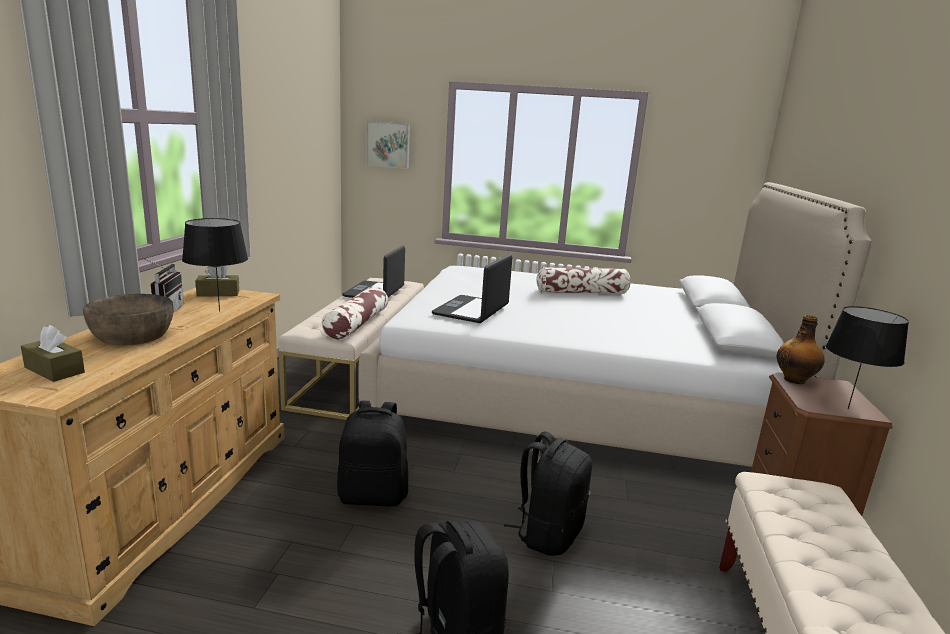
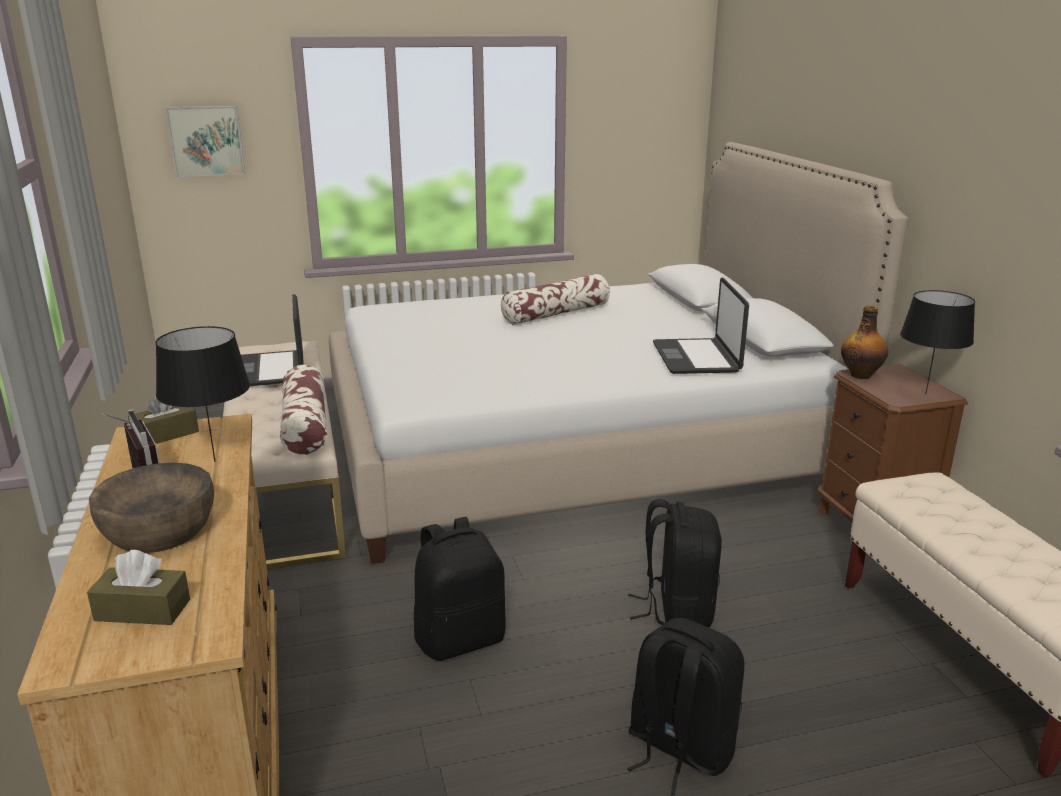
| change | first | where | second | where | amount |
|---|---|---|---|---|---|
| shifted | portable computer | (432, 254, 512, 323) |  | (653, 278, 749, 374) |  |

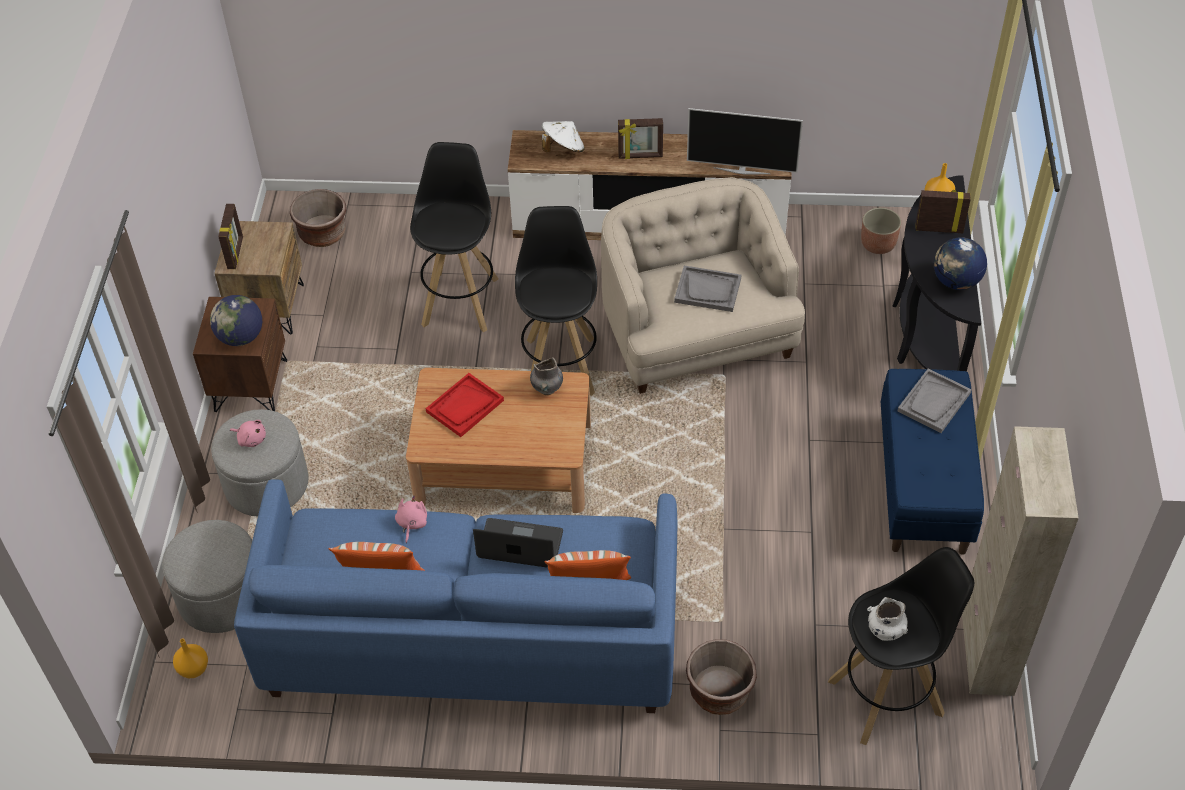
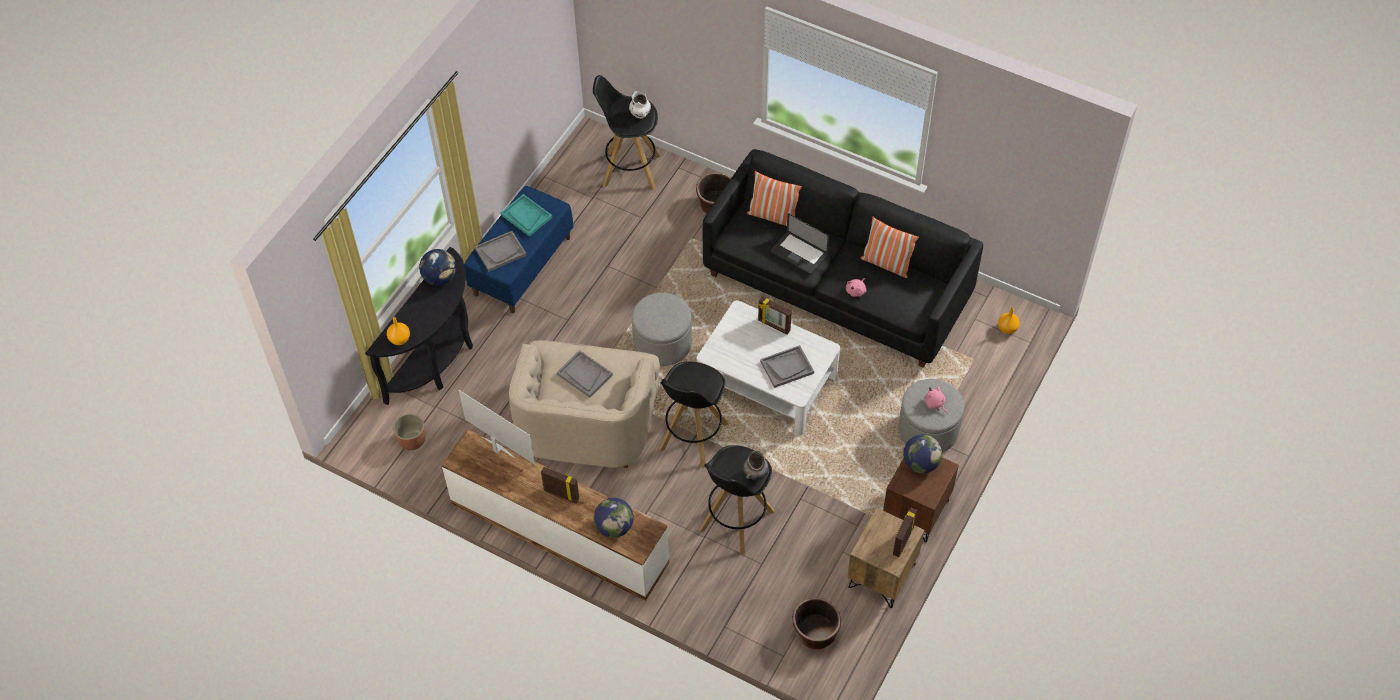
| change | first | where | second | where | amount |
|---|---|---|---|---|---|
| new |  |  | blue-green carrying tray | (500, 194, 553, 237) |  |
| swapped | whitish wearable hat | (542, 121, 585, 152) | globe | (594, 498, 634, 538) |  |
| shifted | greyish ottoman | (162, 520, 252, 633) |  | (632, 293, 692, 366) |  |
| repainted | brown coffee table | (406, 368, 591, 513) | whitish coffee table | (697, 300, 840, 435) |  |
| repainted | blue settee | (234, 479, 677, 713) | black settee | (703, 149, 983, 368) |  |
| shifted | greyish decorative vase | (530, 357, 563, 395) |  | (743, 450, 768, 480) |  |
| shifted | standing frame | (915, 190, 971, 233) |  | (758, 296, 792, 335) |  |
| repainted | red carrying tray | (426, 373, 504, 437) | greyish carrying tray | (760, 345, 814, 388) |  |
| gone | beige storage cabinet | (962, 426, 1079, 696) |  |  |  |

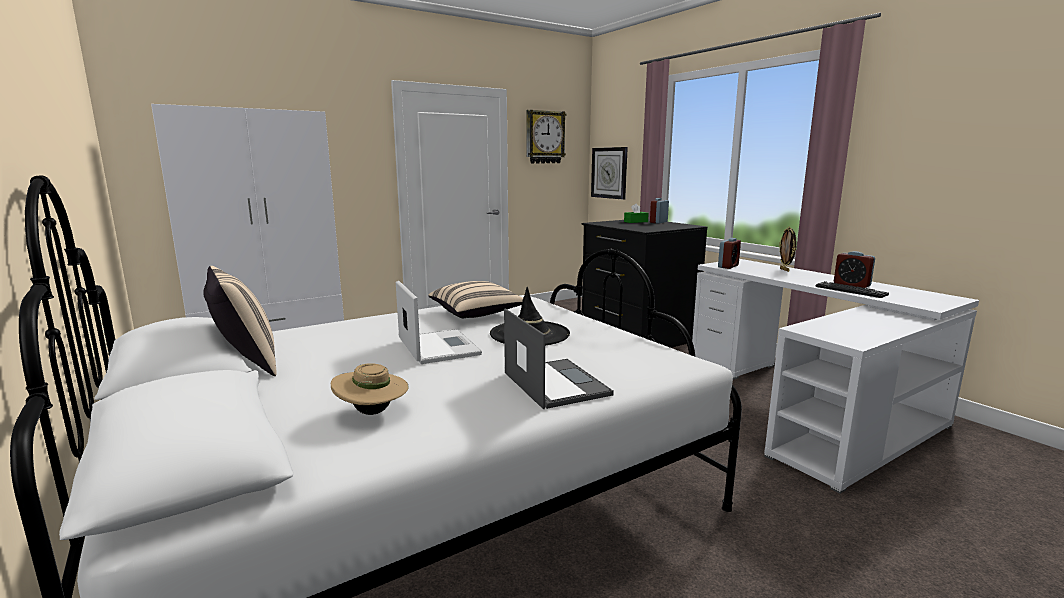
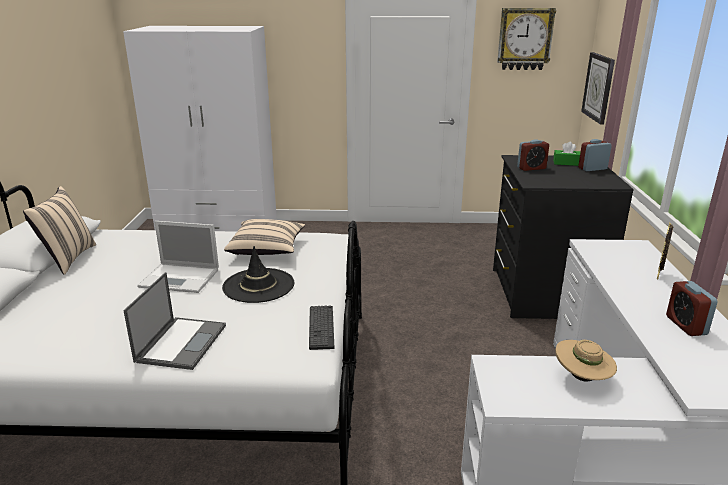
| change | first | where | second | where | amount |
|---|---|---|---|---|---|
| rotated | portable computer | (396, 281, 482, 364) |  | (137, 221, 219, 293) | 90 degrees clockwise |
| shifted | keyboard | (816, 281, 889, 298) |  | (309, 305, 334, 350) |  |
| shifted | bedside clock | (718, 238, 741, 269) |  | (517, 139, 549, 171) |  |
| shifted | beige wearable hat | (331, 363, 409, 415) |  | (555, 340, 617, 381) |  |

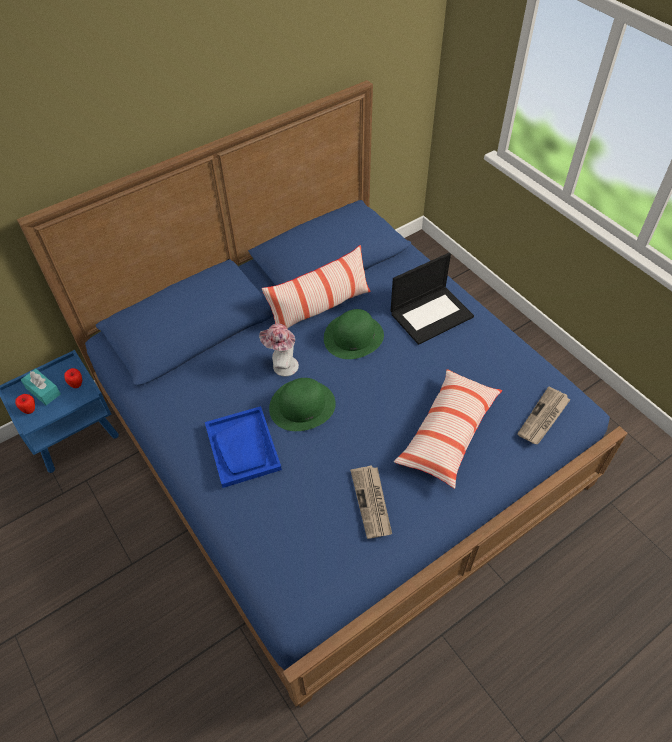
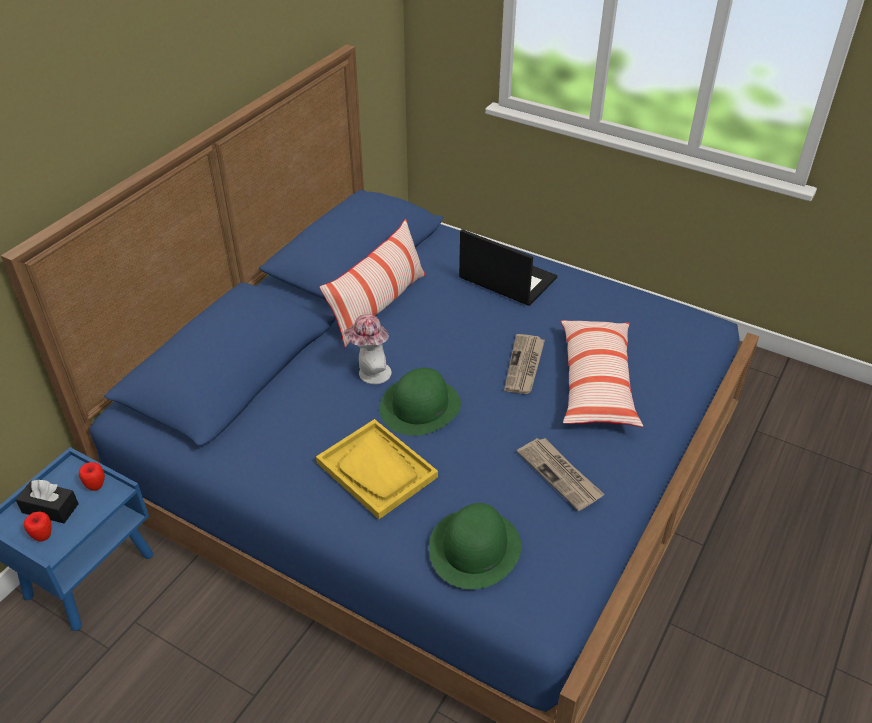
| change | first | where | second | where | amount |
|---|---|---|---|---|---|
| repainted | blue-green tissue box | (21, 369, 61, 405) | black tissue box | (16, 480, 79, 523) |  |
| repainted | blue carrying tray | (205, 406, 282, 488) | yellowish carrying tray | (316, 419, 438, 519) |  |
| shifted | green wearable hat | (324, 309, 384, 359) |  | (429, 503, 521, 589) |  |
| rotated | portable computer | (391, 253, 474, 345) |  | (459, 229, 557, 306) | 90 degrees counterclockwise |
| shifted | newspaper | (517, 386, 570, 444) |  | (504, 334, 545, 394) |  |

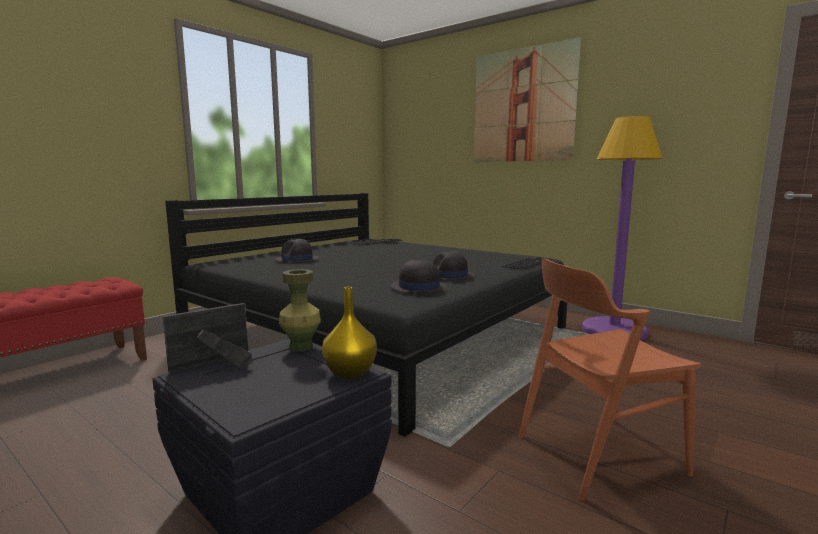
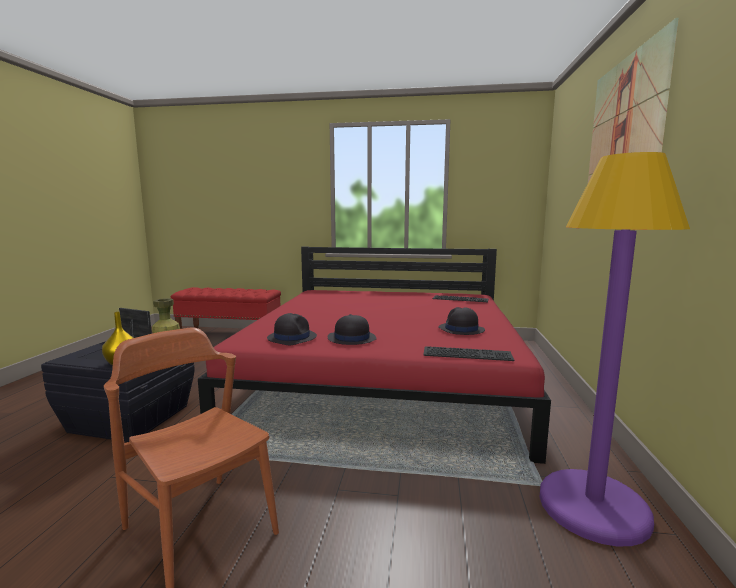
| change | first | where | second | where | amount |
|---|---|---|---|---|---|
| repainted | black bed | (165, 193, 567, 437) | red bed | (198, 246, 551, 464) |  |
| shifted | black wearable hat | (275, 239, 319, 262) |  | (438, 307, 485, 335) |  |

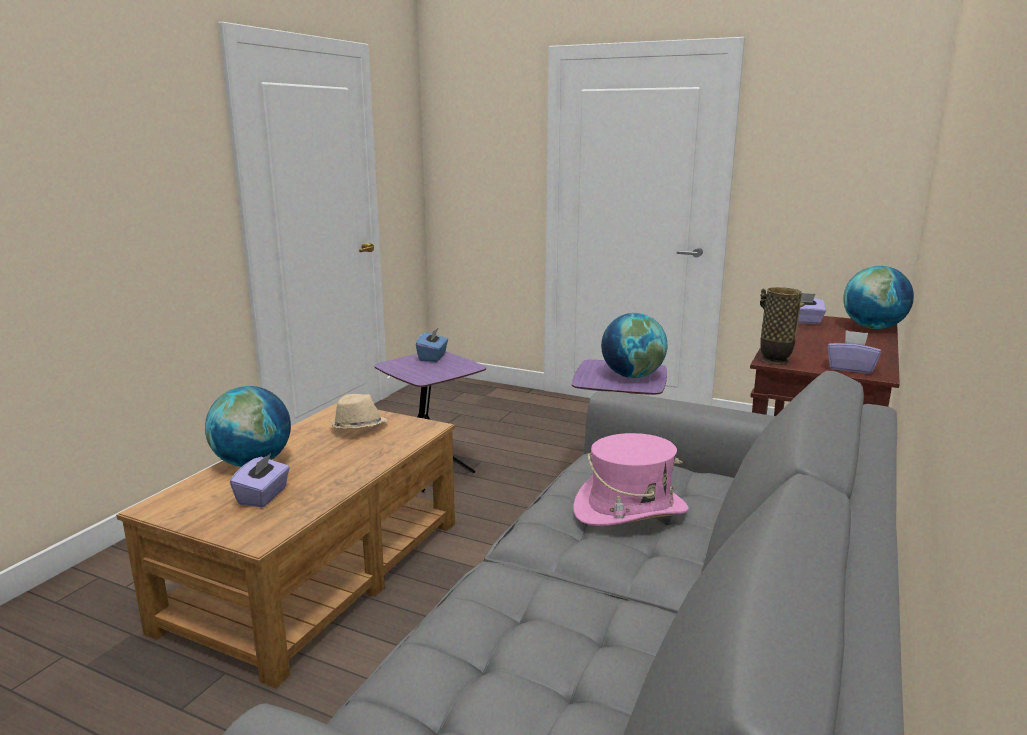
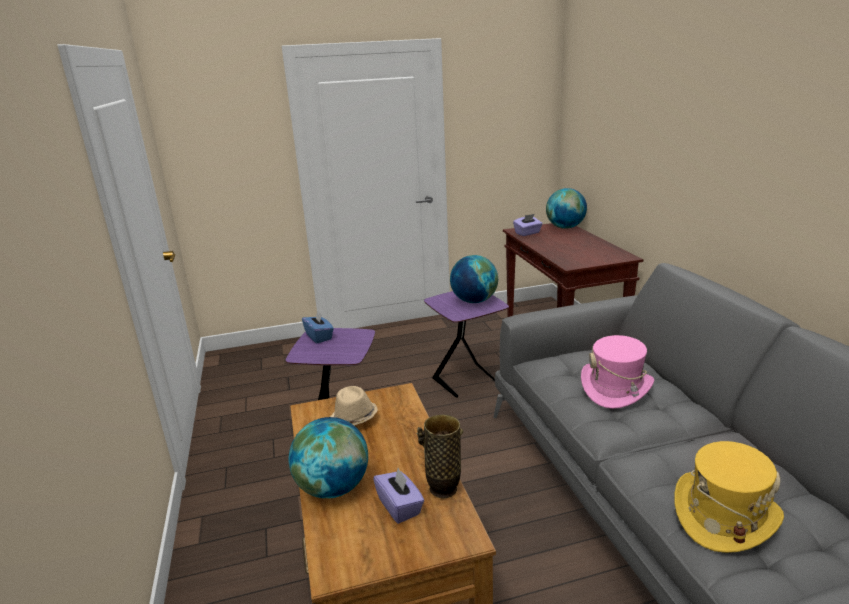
| change | first | where | second | where | amount |
|---|---|---|---|---|---|
| shifted | decorative vase | (760, 287, 805, 365) |  | (416, 414, 463, 498) |  |
| new |  |  | yellowish wearable hat | (674, 441, 784, 553) |  |
| gone | purple tissue box | (827, 330, 881, 374) |  |  |  |

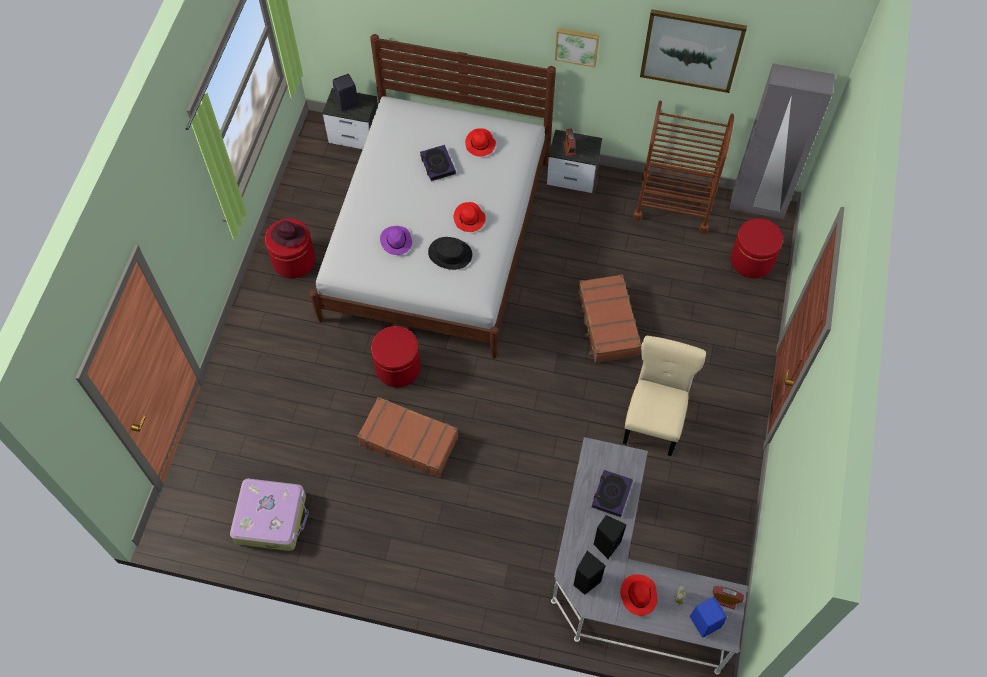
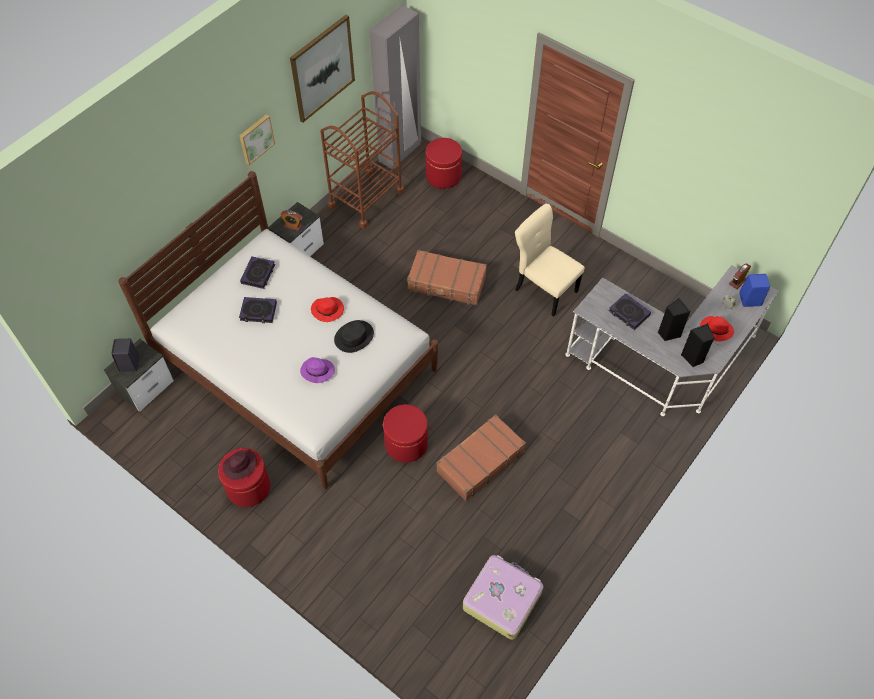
| change | first | where | second | where | amount |
|---|---|---|---|---|---|
| swapped | red wearable hat | (465, 128, 496, 157) | volume | (240, 256, 275, 289) |  |

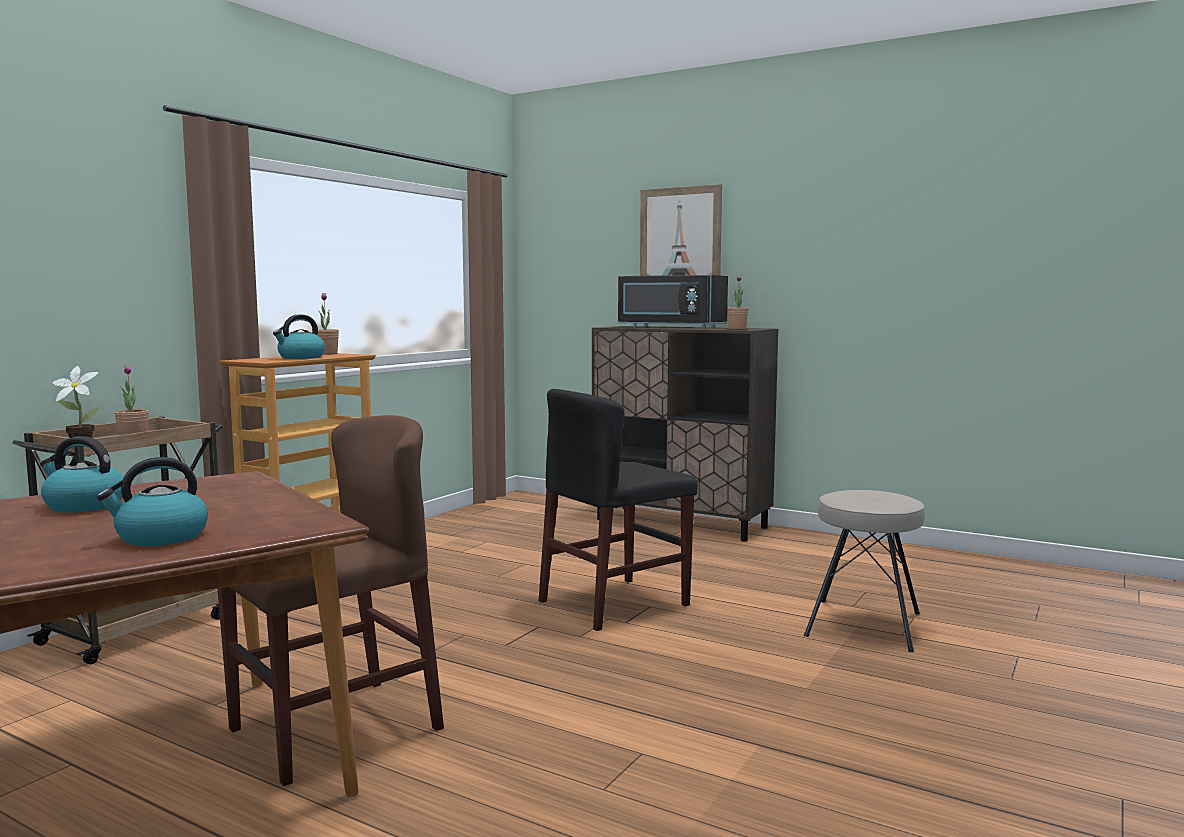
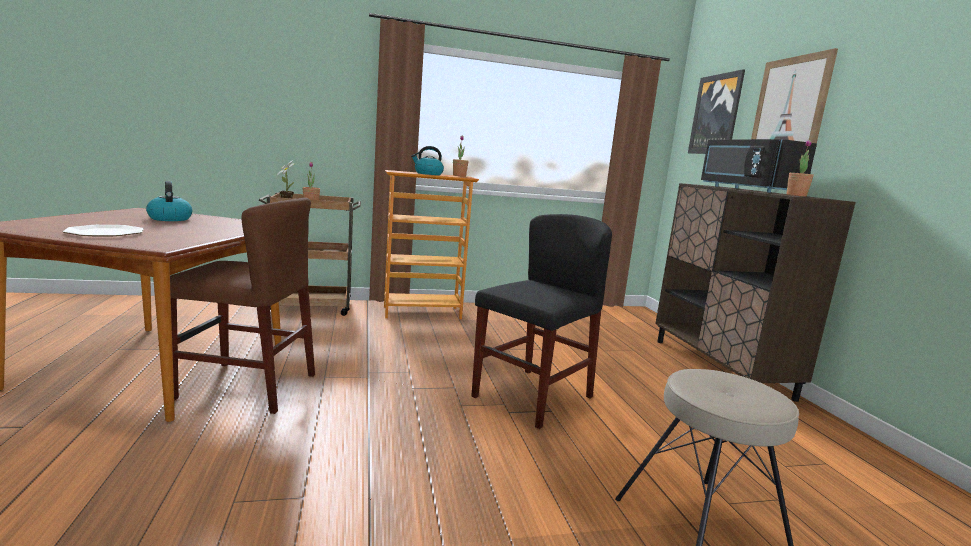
| change | first | where | second | where | amount |
|---|---|---|---|---|---|
| swapped | kettle | (97, 457, 208, 546) | plate | (63, 225, 144, 236) |  |
| rotated | black chair | (539, 389, 698, 631) |  | (471, 214, 612, 429) | 120 degrees clockwise |
| new |  |  | picture | (688, 69, 745, 154) |  |

